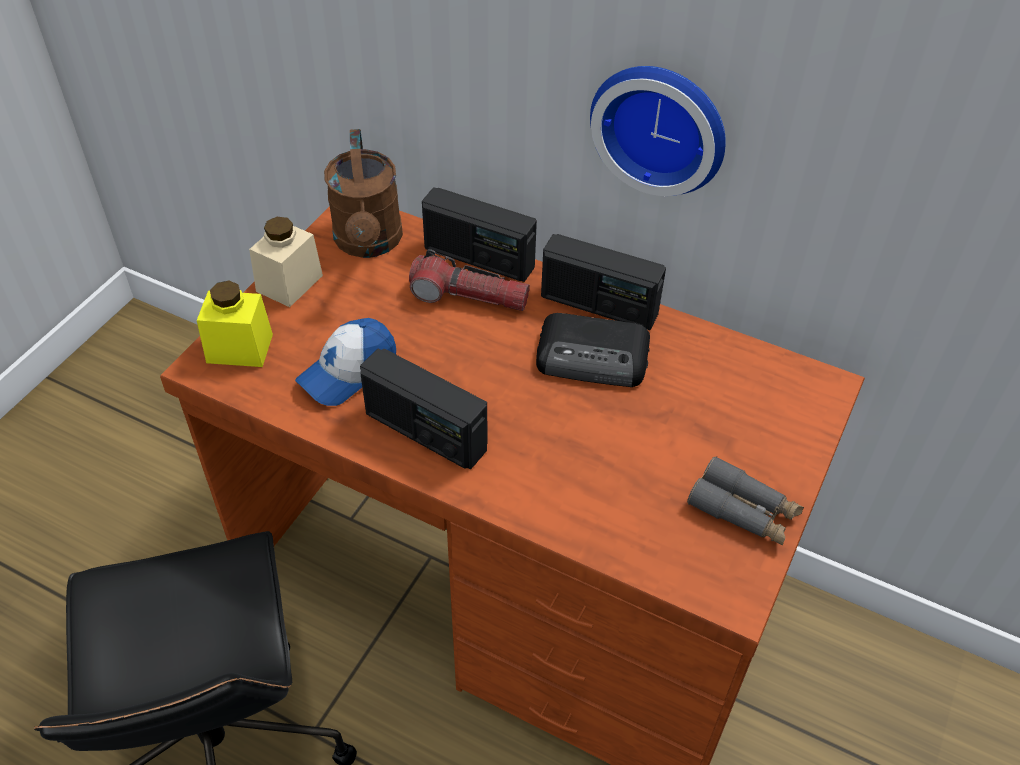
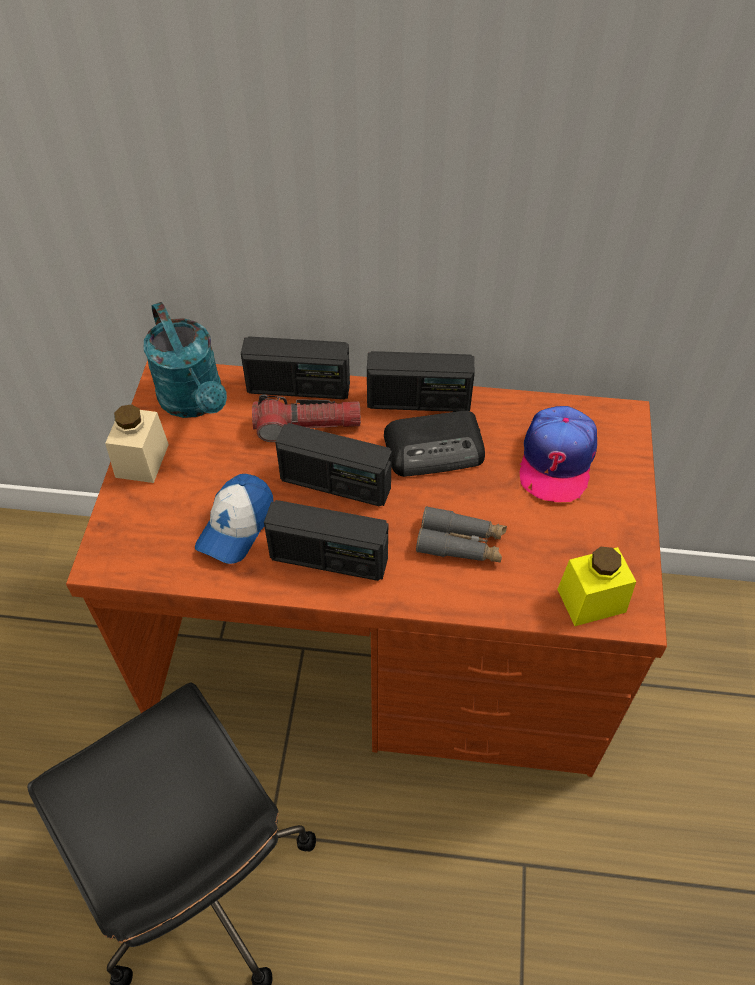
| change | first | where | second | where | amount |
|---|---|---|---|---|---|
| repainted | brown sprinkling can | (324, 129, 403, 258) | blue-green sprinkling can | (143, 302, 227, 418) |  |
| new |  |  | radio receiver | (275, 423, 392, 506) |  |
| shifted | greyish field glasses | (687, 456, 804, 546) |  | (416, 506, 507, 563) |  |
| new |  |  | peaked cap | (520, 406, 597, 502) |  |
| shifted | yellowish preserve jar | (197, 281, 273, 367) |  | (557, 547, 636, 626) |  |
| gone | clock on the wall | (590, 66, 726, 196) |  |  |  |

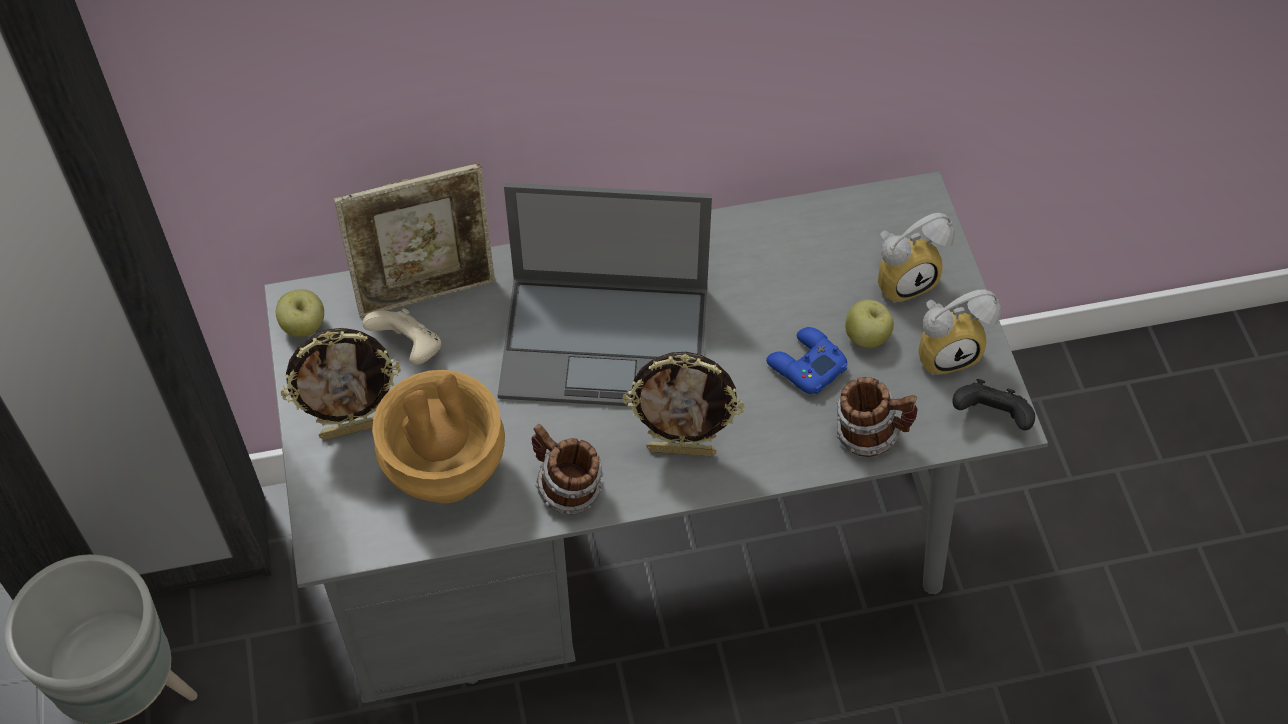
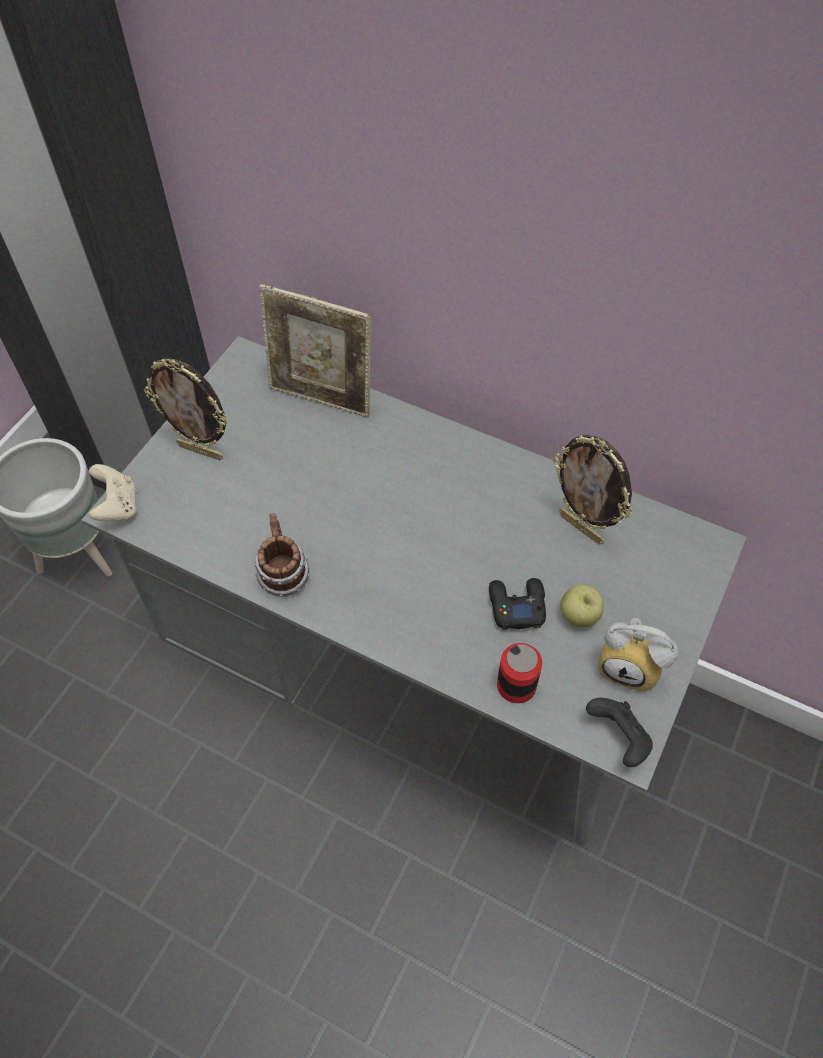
| change | first | where | second | where | amount |
|---|---|---|---|---|---|
| shifted | beige joypad | (362, 308, 441, 365) |  | (89, 464, 136, 521) |  |
| repainted | blue joypad | (766, 327, 847, 394) | black joypad | (489, 578, 546, 630) |  |
| swapped | coffee mug | (836, 377, 918, 457) | can | (497, 643, 542, 703) |  |
| shifted | standing frame | (623, 352, 745, 456) |  | (553, 435, 632, 545) |  |
| gone | apple fruit | (276, 289, 324, 337) |  |  |  |
| gone | brown decorative vase | (372, 370, 505, 503) |  |  |  |
| gone | portable computer | (498, 183, 712, 406) |  |  |  |
| gone | bedside clock | (878, 213, 955, 303) |  |  |  |

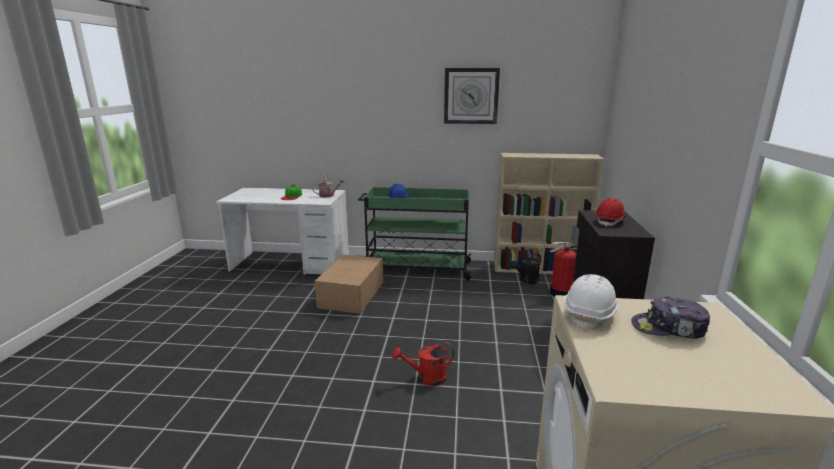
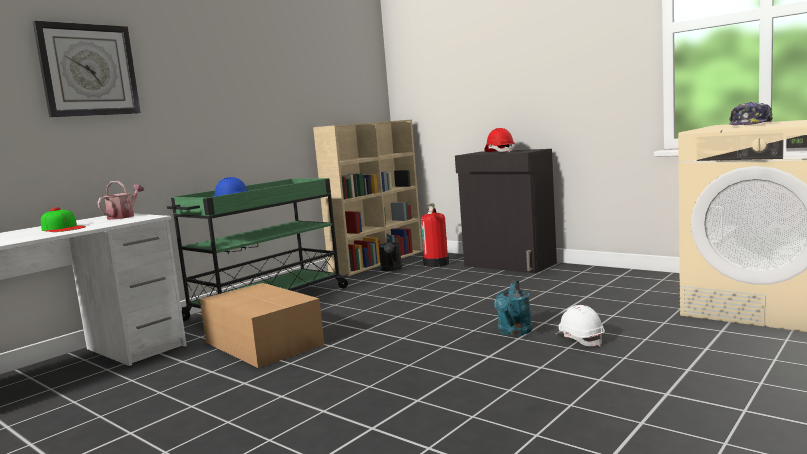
| change | first | where | second | where | amount |
|---|---|---|---|---|---|
| shifted | clock on the wall | (444, 68, 500, 124) |  | (33, 21, 141, 117) |  |
| repainted | red sprinkling can | (392, 342, 454, 386) | blue-green sprinkling can | (494, 280, 532, 336) |  |
| shifted | whitish hard hat | (564, 274, 619, 332) |  | (556, 305, 605, 347) |  |

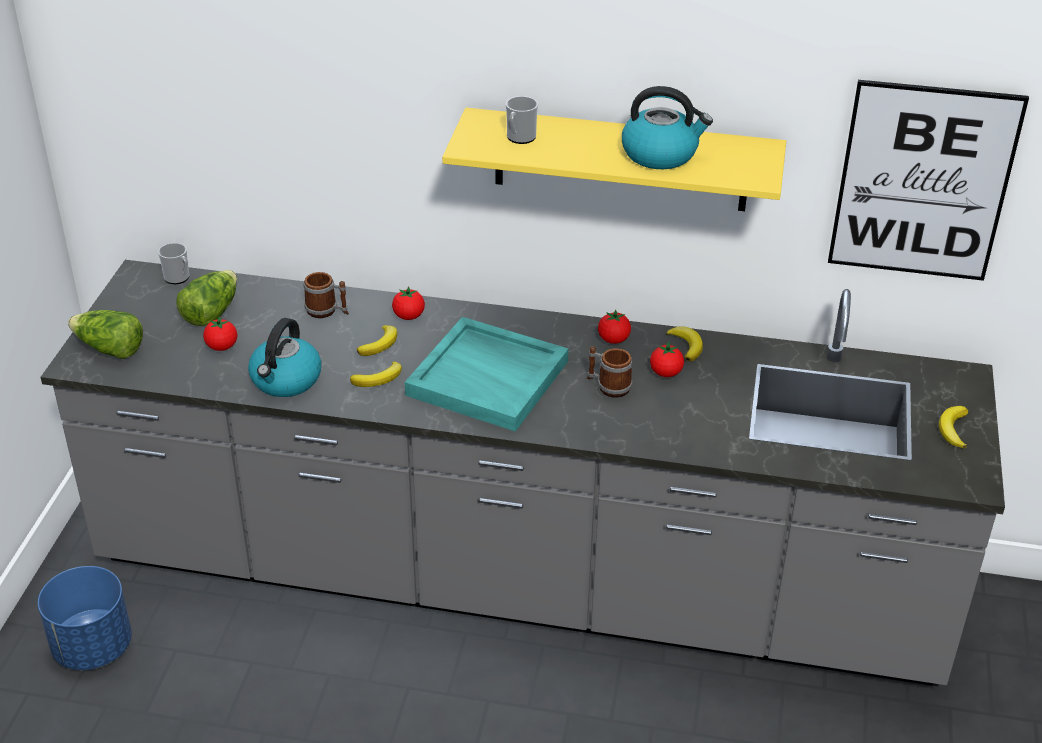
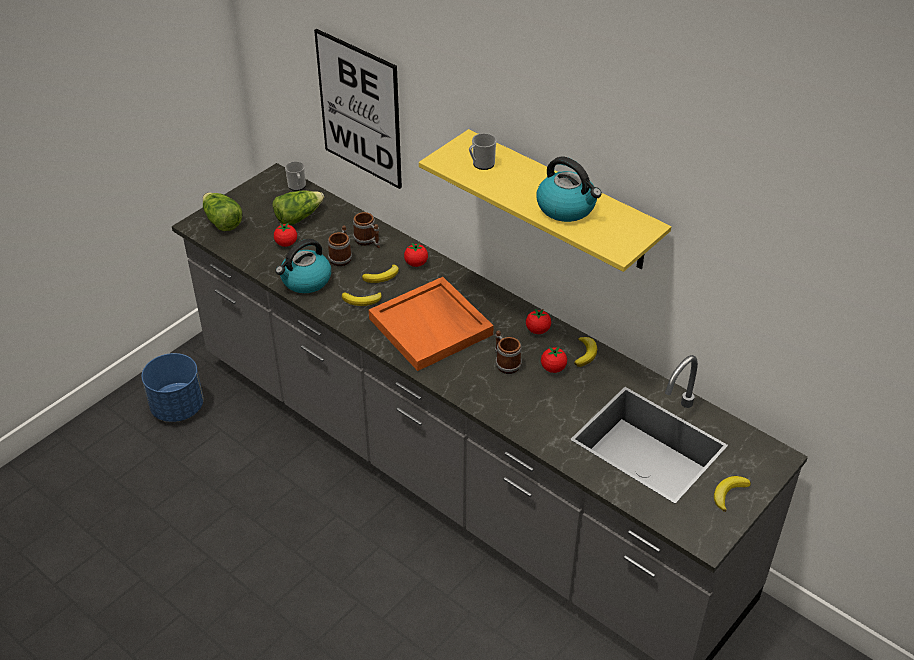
| change | first | where | second | where | amount |
|---|---|---|---|---|---|
| shifted | picture | (828, 80, 1029, 281) |  | (314, 29, 402, 189) |  |
| new |  |  | coffee mug | (328, 225, 352, 266) |  |
| repainted | blue-green carrying tray | (405, 317, 568, 432) | orange carrying tray | (369, 277, 493, 371) |  |

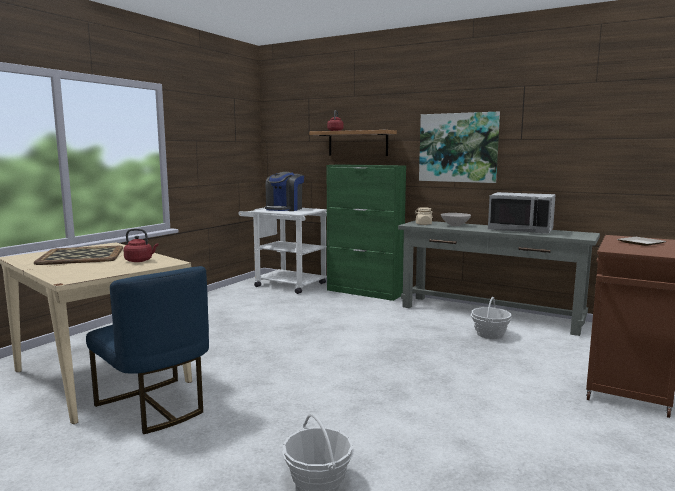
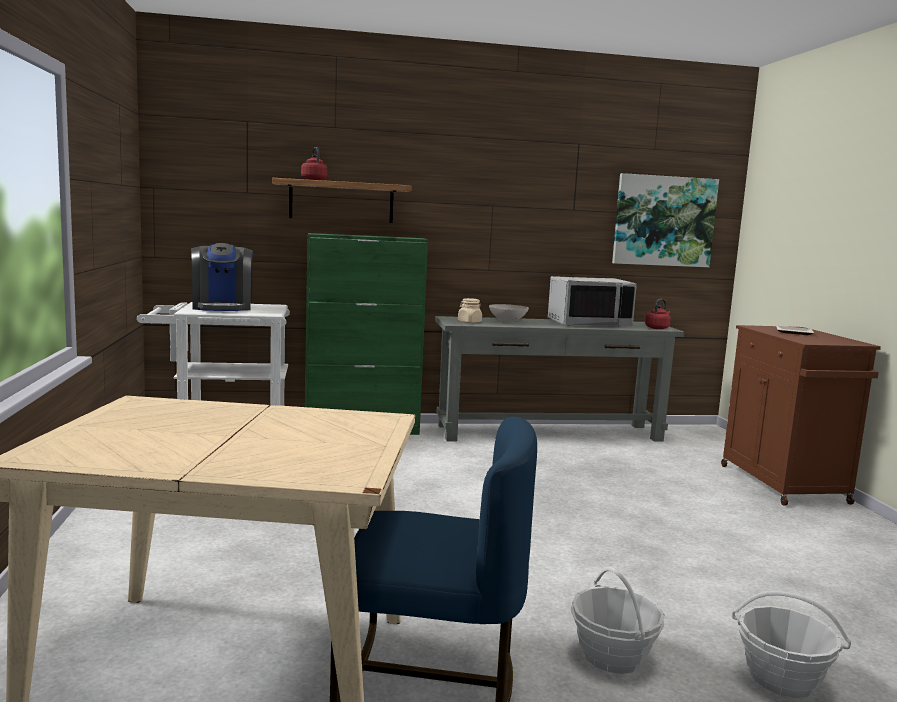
| change | first | where | second | where | amount |
|---|---|---|---|---|---|
| shifted | basket | (471, 297, 512, 339) |  | (571, 567, 665, 674) |  |
| shifted | picture | (419, 112, 500, 183) |  | (612, 173, 719, 267) |  |
| shifted | red kettle | (123, 229, 158, 262) |  | (645, 299, 671, 329) |  |
| gone | carrying tray | (34, 246, 123, 265) |  |  |  |

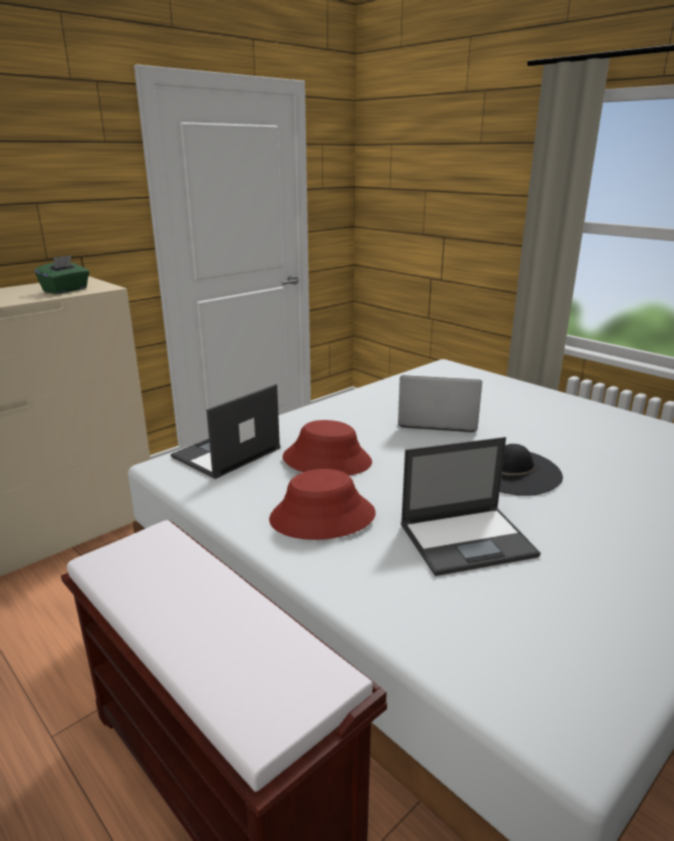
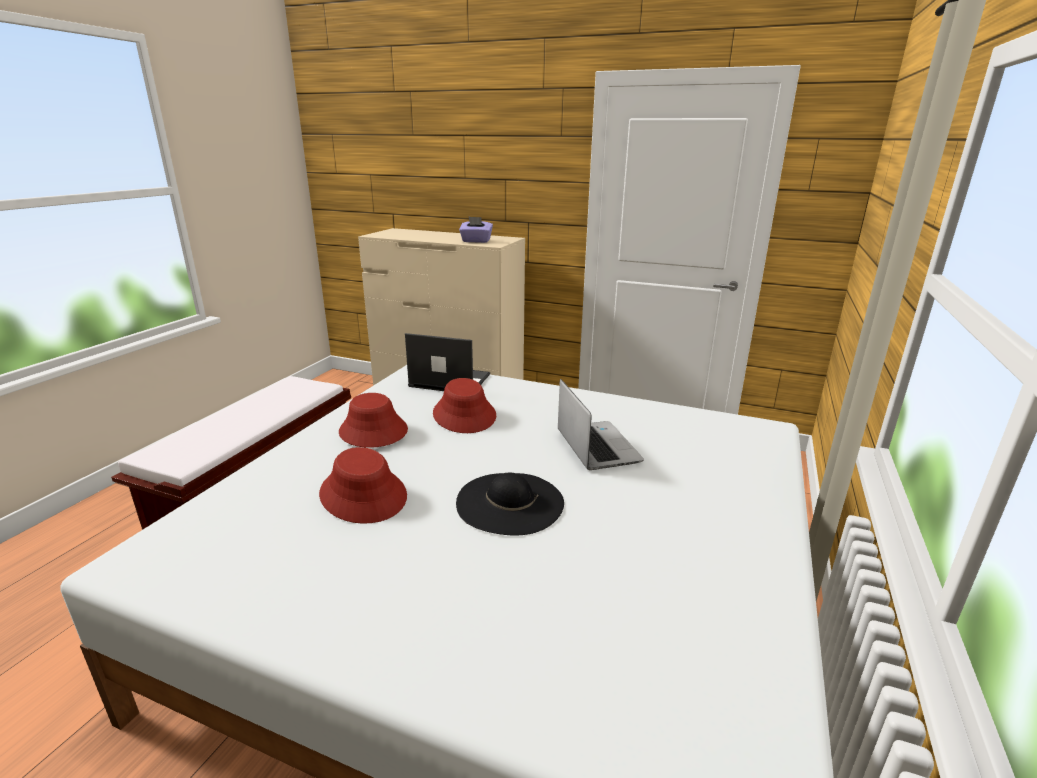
| change | first | where | second | where | amount |
|---|---|---|---|---|---|
| swapped | portable computer | (401, 437, 541, 576) | red wearable hat | (319, 447, 407, 524) |  |
| repainted | green tissue box | (34, 255, 89, 294) | purple tissue box | (459, 217, 493, 243) |  |

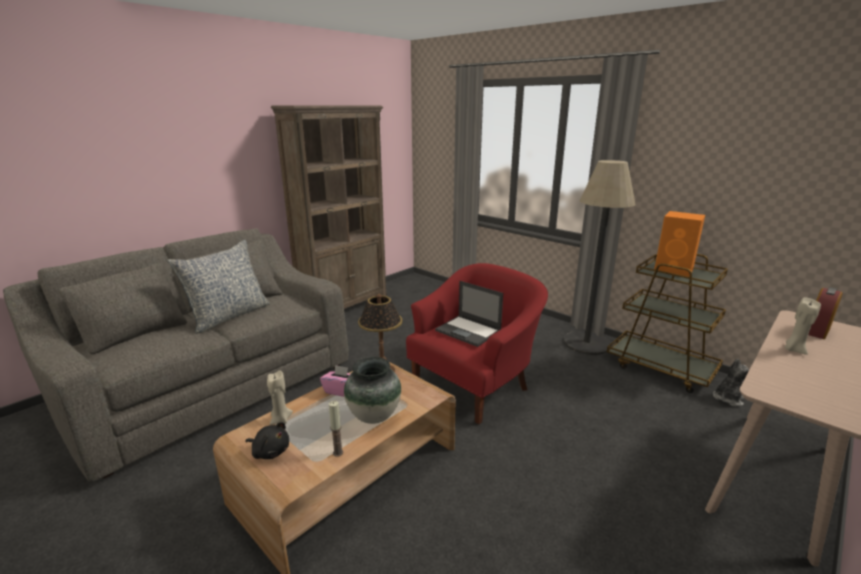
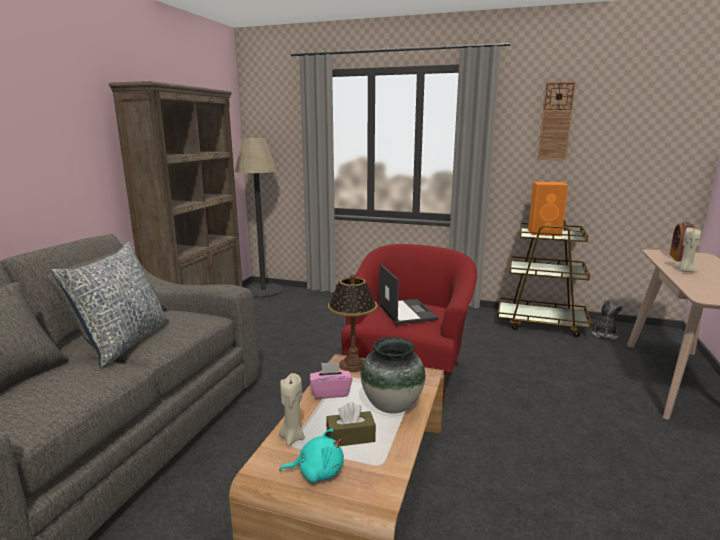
| change | first | where | second | where | amount |
|---|---|---|---|---|---|
| shifted | floor lamp | (564, 160, 636, 355) |  | (234, 139, 283, 298) |  |
| repainted | black soft toy | (246, 422, 289, 459) | blue-green soft toy | (279, 429, 344, 482) |  |
| new |  |  | brown tissue box | (326, 402, 376, 446) |  |
| rotated | portable computer | (435, 281, 503, 347) |  | (379, 264, 439, 325) | 120 degrees counterclockwise |
| new |  |  | clock on the wall | (537, 81, 576, 160) |  |
| gone | wax candle | (329, 401, 343, 457) |  |  |  |

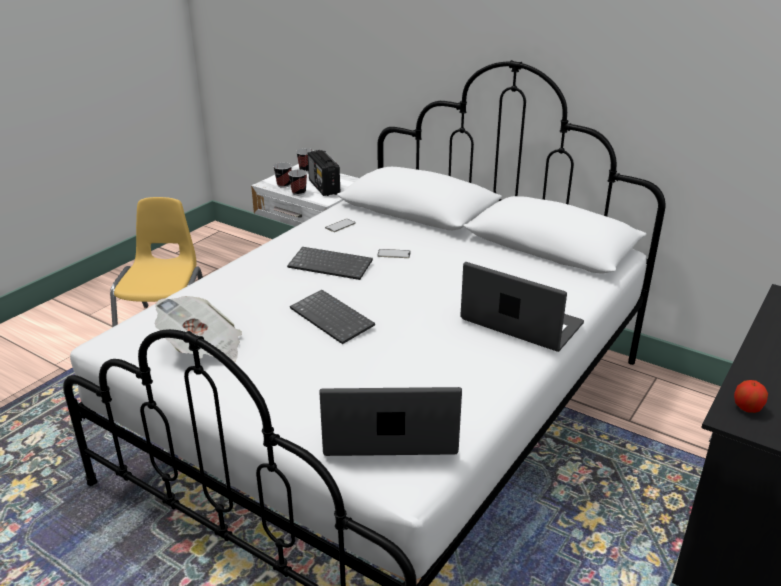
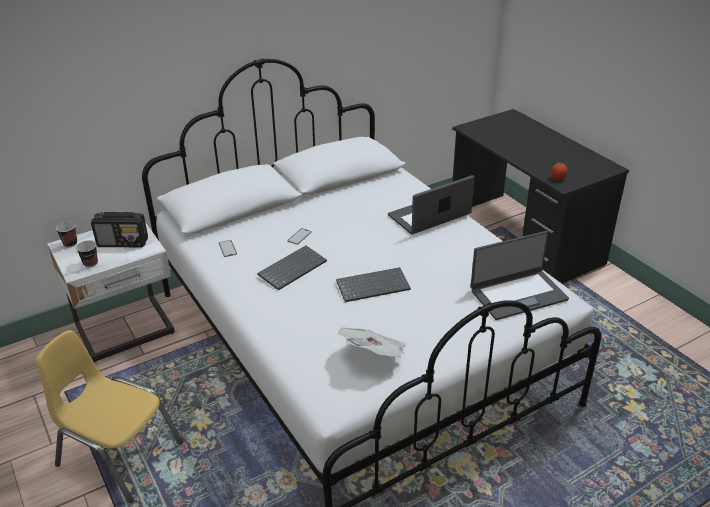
| change | first | where | second | where | amount |
|---|---|---|---|---|---|
| rotated | portable computer | (319, 387, 462, 456) |  | (471, 231, 569, 320) | 135 degrees counterclockwise |
| gone | drinking cup | (288, 169, 307, 195) |  |  |  |

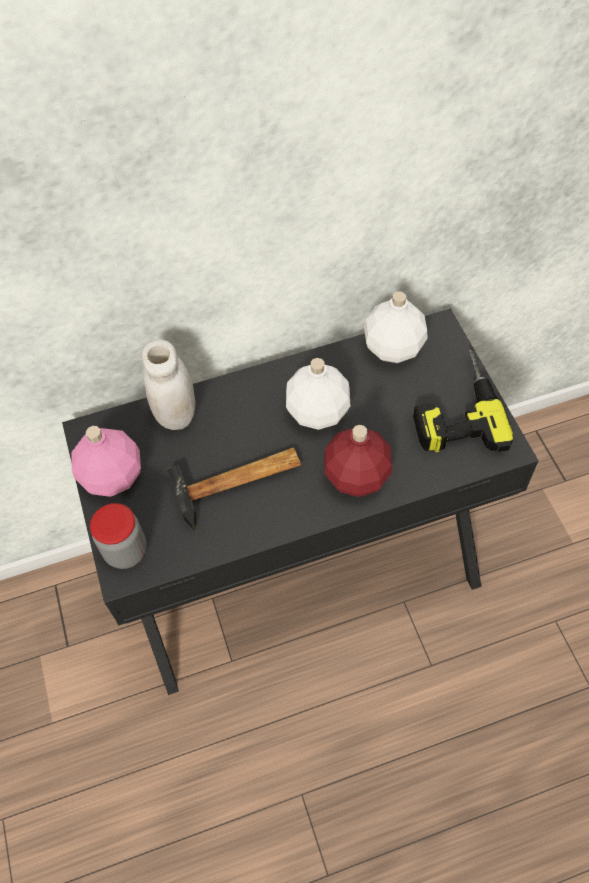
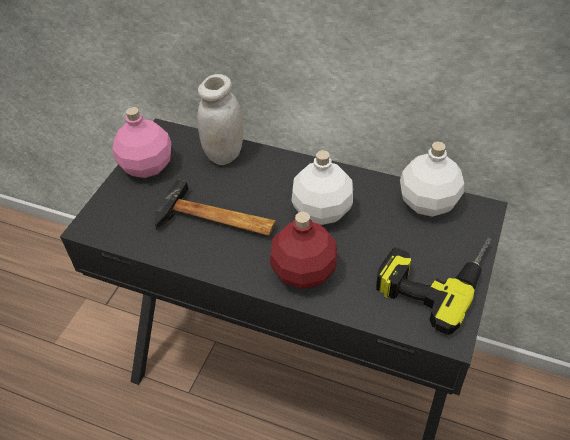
| change | first | where | second | where | amount |
|---|---|---|---|---|---|
| gone | preserve jar | (90, 503, 147, 569) |  |  |  |

